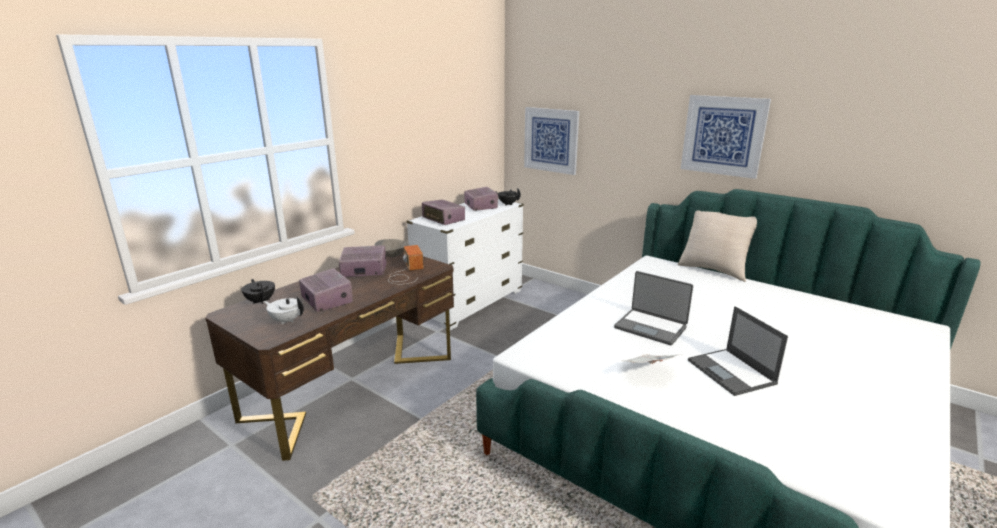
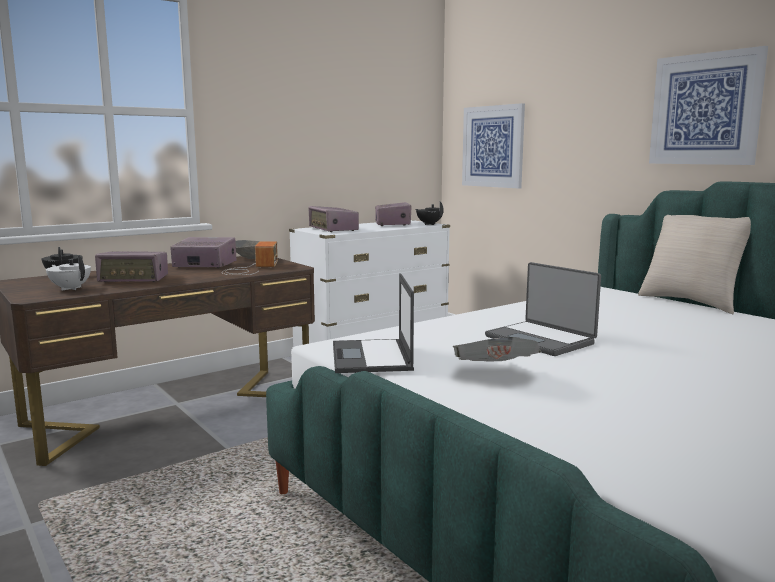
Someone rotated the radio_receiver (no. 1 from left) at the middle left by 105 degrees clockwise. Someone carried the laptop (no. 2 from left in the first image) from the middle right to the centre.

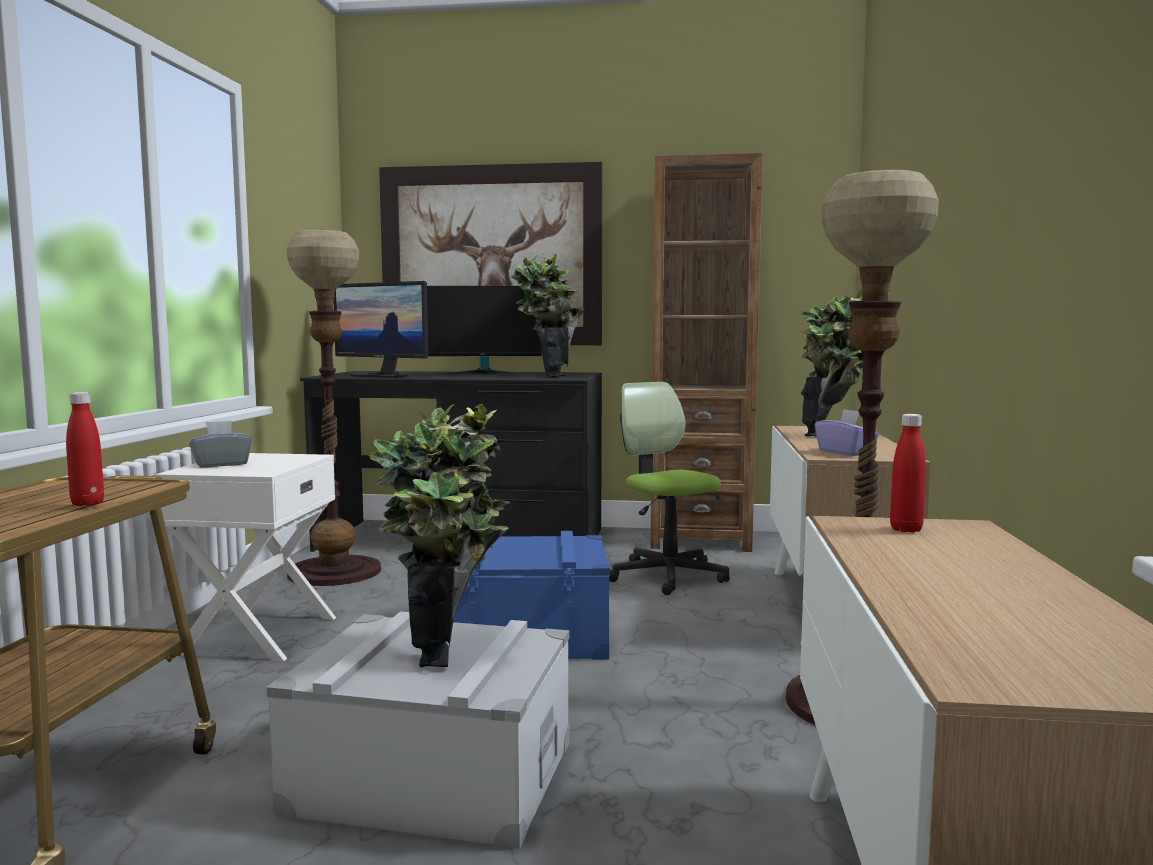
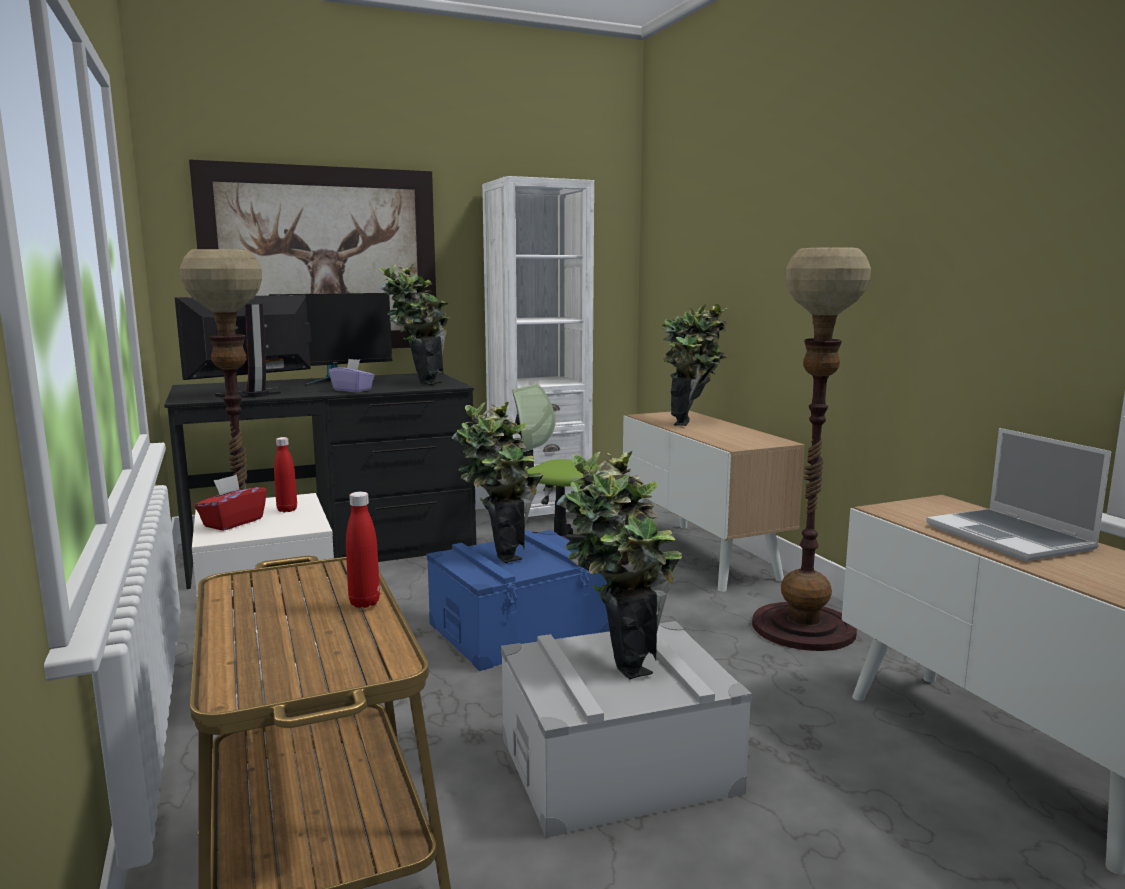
Someone repainted the brownish_bookcase at the centre, which became the white-coloured_bookcase at the centre. Someone rotated the monitor (no. 1 from left) at the middle left by 135 degrees clockwise. Someone carried the purplish_tissue_holder from the middle right to the middle left. Someone carried the reddish_beverage_bottle (no. 2 from left in the first image) from the middle right to the middle left. Someone repainted the grey_tissue_holder at the middle left, which became the reddish_tissue_holder at the middle left. Someone put down the potted_plant (no. 2 from left) at the centre. Someone put down the laptop at the middle right.

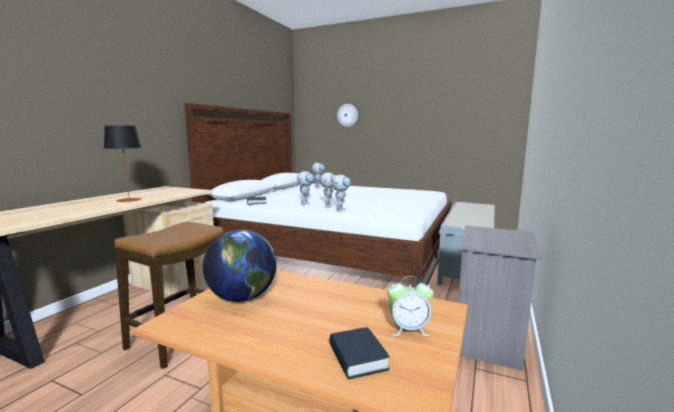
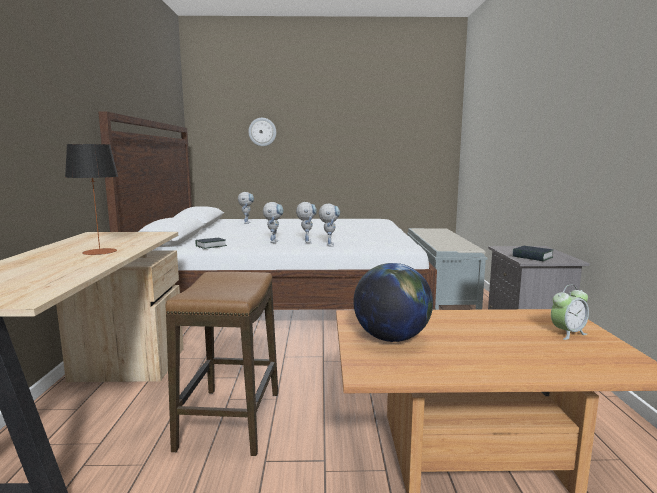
Someone carried the bound_book (no. 2 from left) from the bottom centre to the middle right.

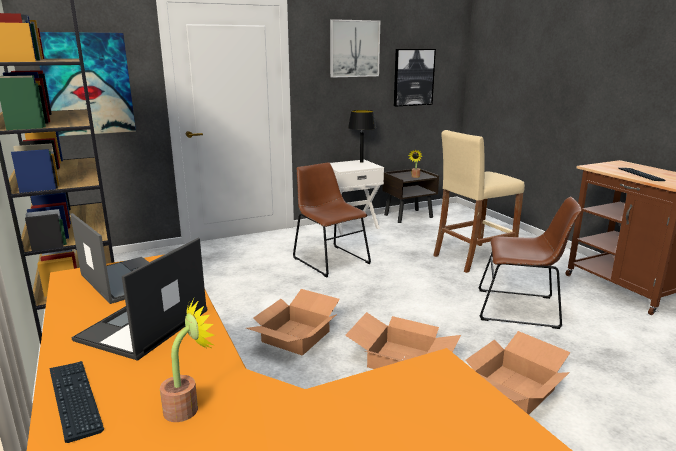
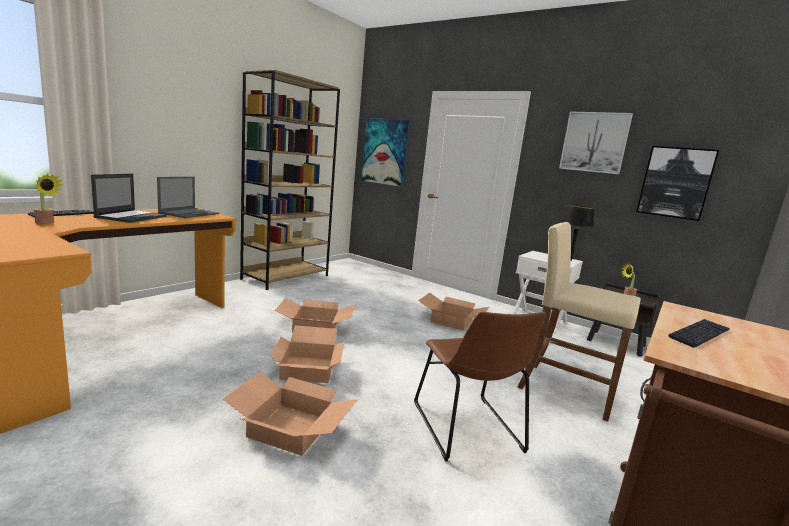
Someone swapped the brownish_upright_chair (no. 1 from left) at the centre for the carton (no. 4 from left) at the centre. Someone rotated the laptop (no. 2 from left in the first image) at the middle left by 105 degrees clockwise.

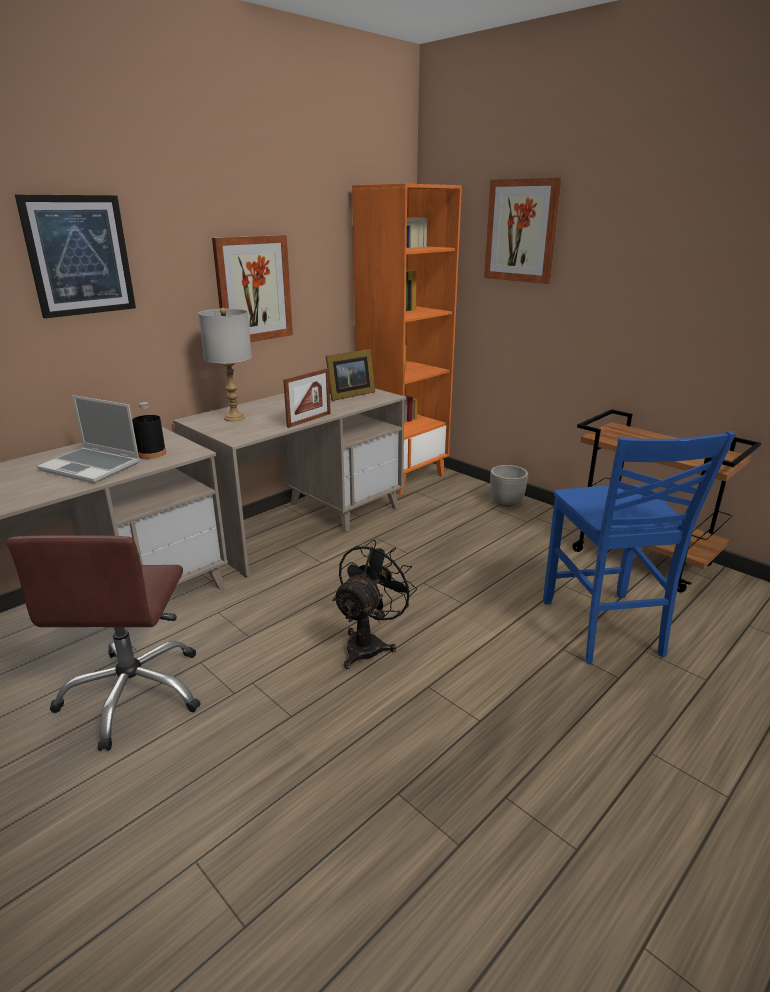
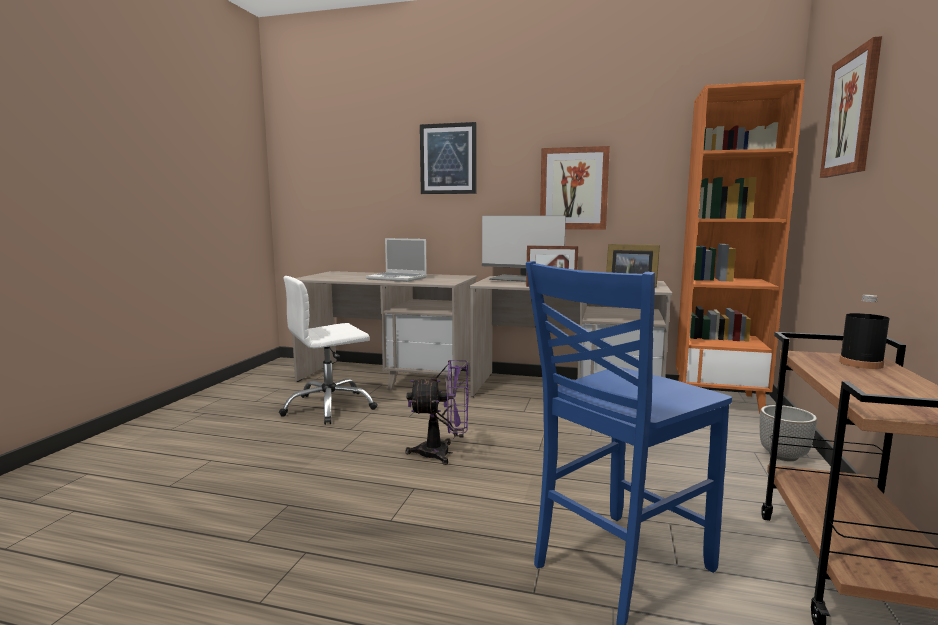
Someone swapped the grey_table_lamp at the middle left for the monitor at the centre. Someone rotated the laptop at the middle left by 60 degrees counterclockwise. Someone carried the black_beverage_bottle from the middle left to the middle right. Someone repainted the brownish_office_chair at the middle left, which became the white-coloured_office_chair at the centre. Someone repainted the black_cooling_fan at the centre, which became the purplish_cooling_fan at the centre.

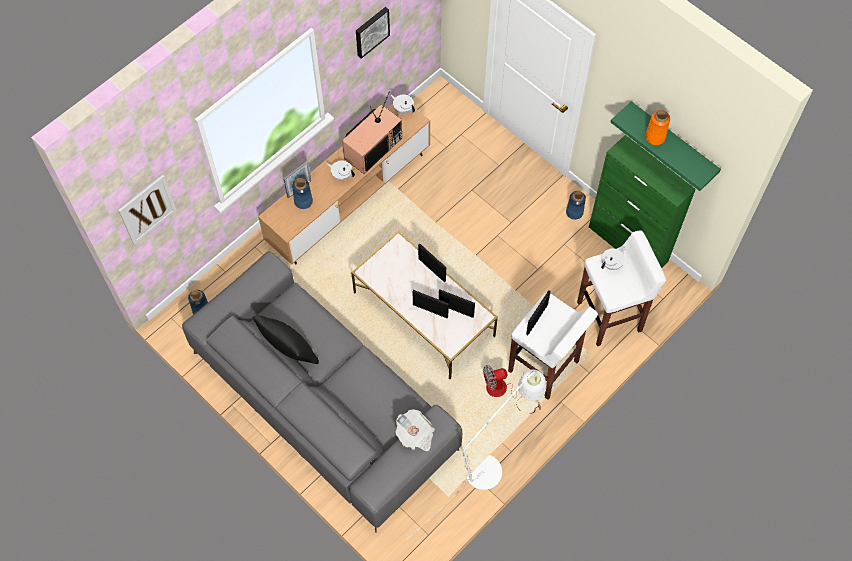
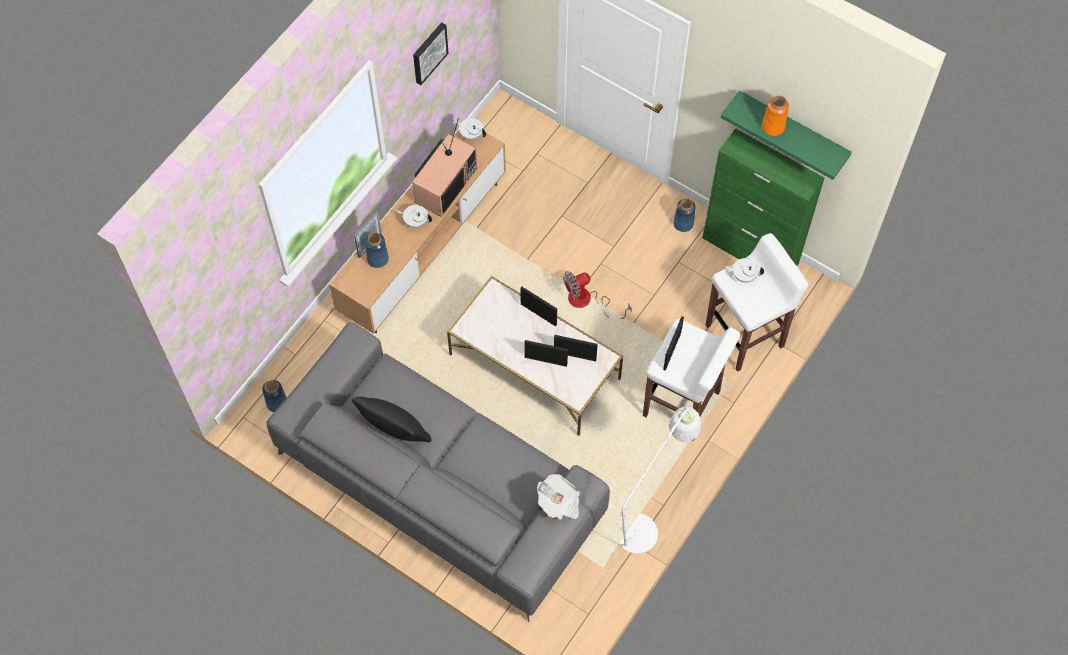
Someone took away the wall_picture (no. 1 from left) at the middle left. Someone rotated the white-coloured_teapot (no. 3 from left) at the middle right by 120 degrees counterclockwise. Someone carried the cooling_fan from the bottom centre to the centre.

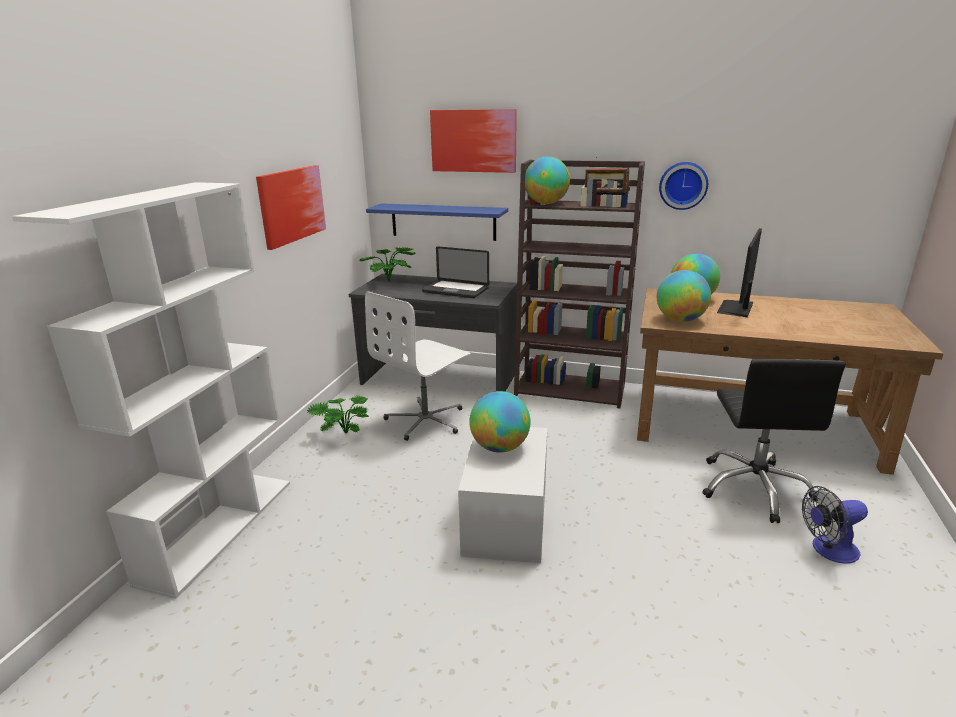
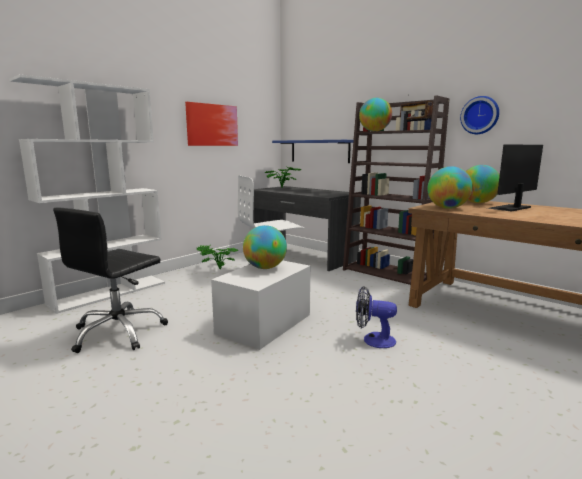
Someone took away the wall_picture (no. 2 from left) at the top centre. Someone took away the laptop at the centre. Someone carried the black_office_chair from the middle right to the middle left. Someone carried the cooling_fan from the bottom right to the centre.

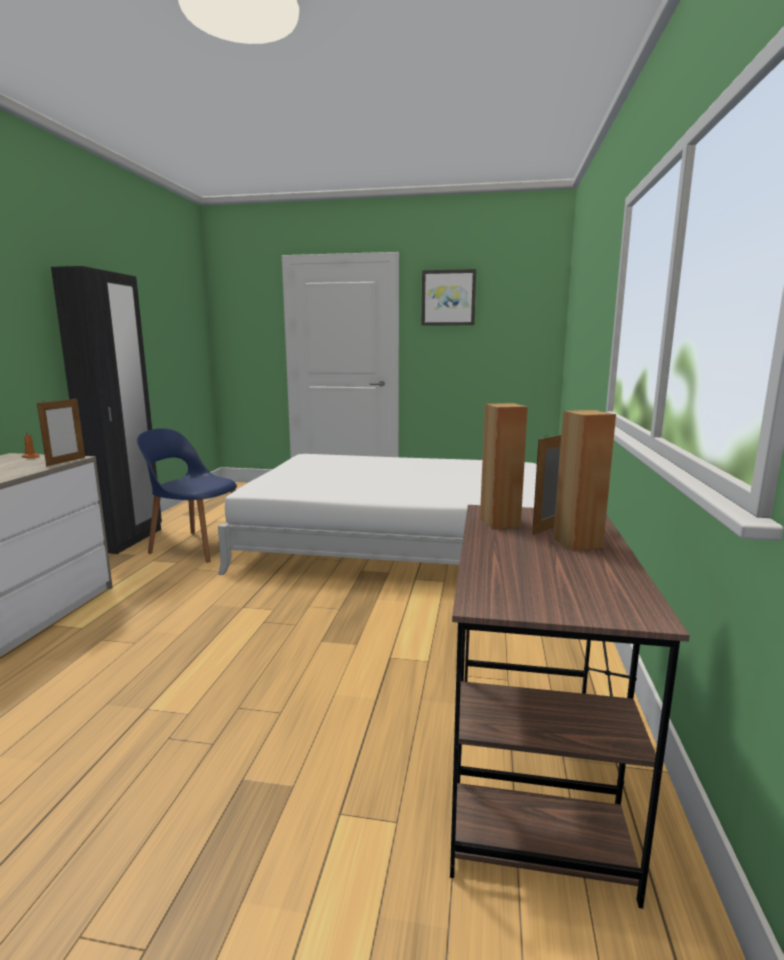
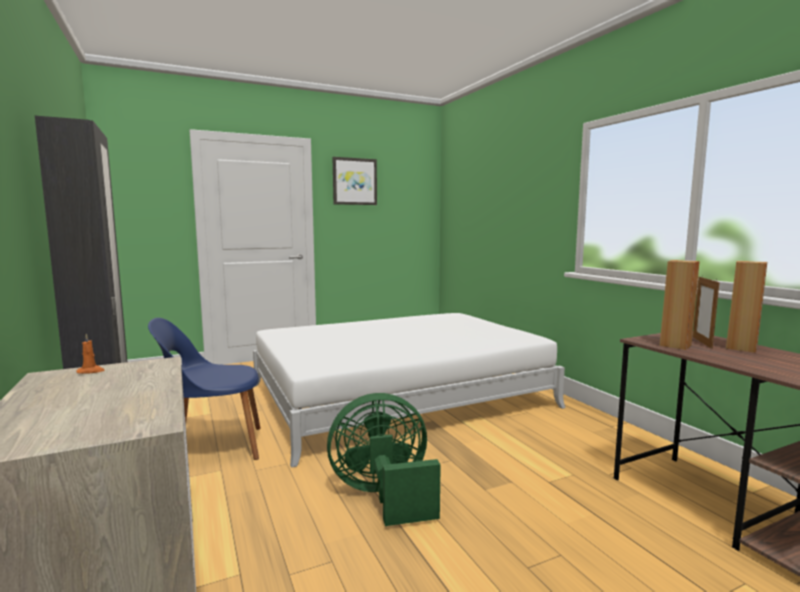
Someone took away the standing_frame (no. 1 from left) at the middle left. Someone put down the green-coloured_cooling_fan at the bottom centre.

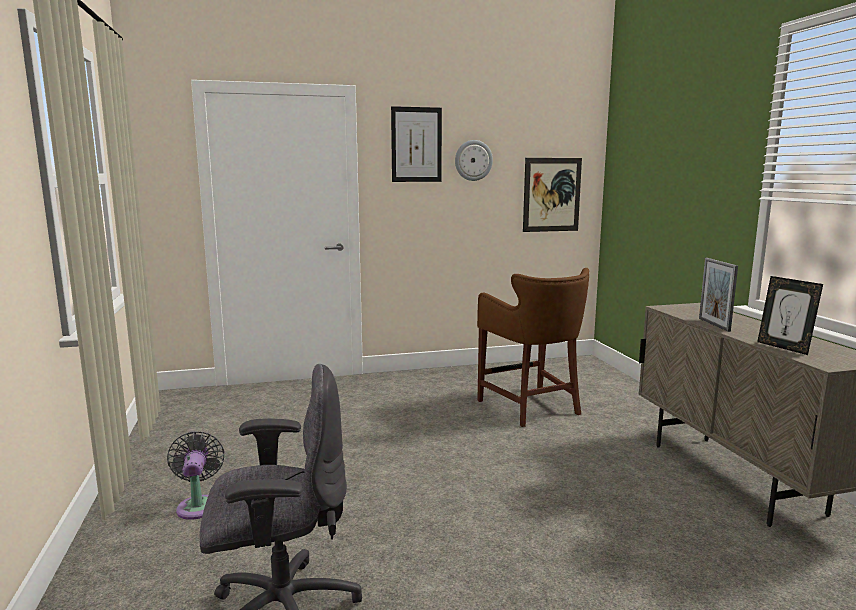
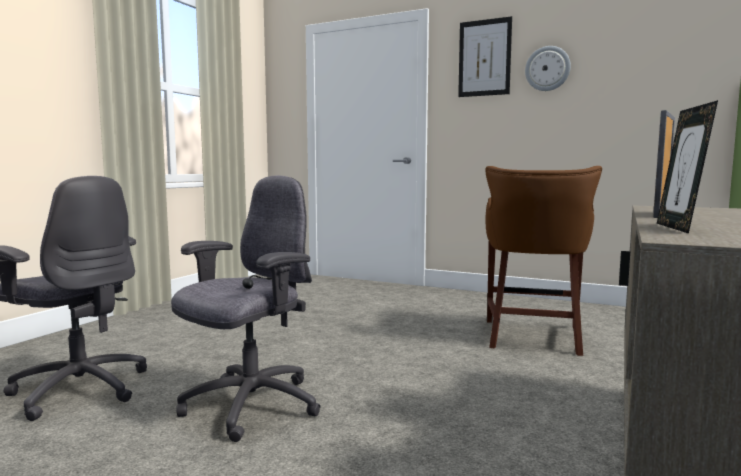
Someone took away the wall_picture (no. 2 from left) at the top centre. Someone took away the grey_cooling_fan at the bottom left. Someone put down the grey_office_chair (no. 2 from left) at the middle left.

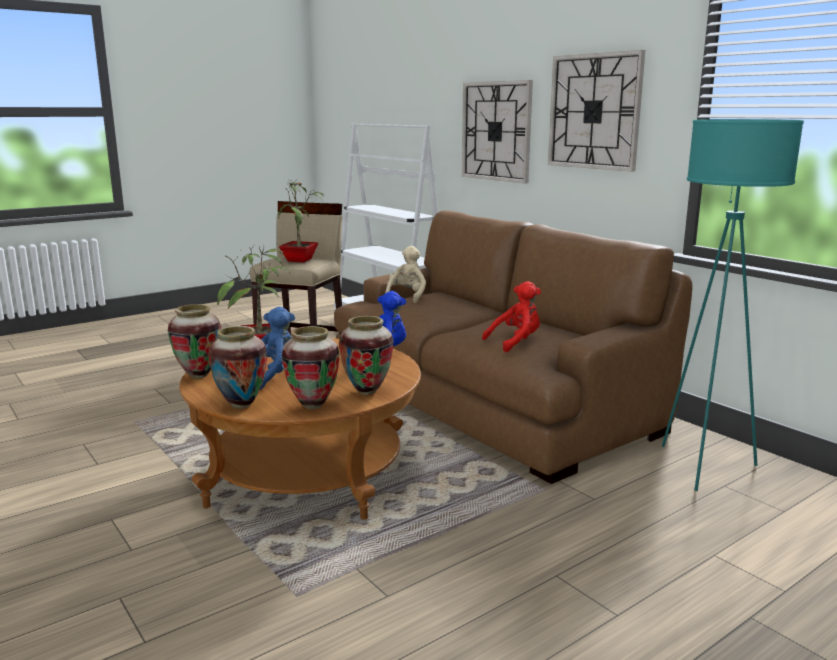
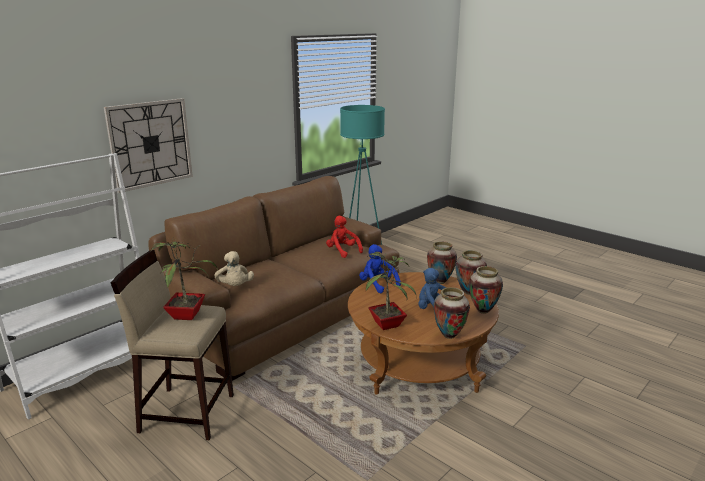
Someone took away the hanging_clock (no. 2 from left) at the top right. Someone rotated the beige_cuddly_toy at the centre by 120 degrees counterclockwise.

